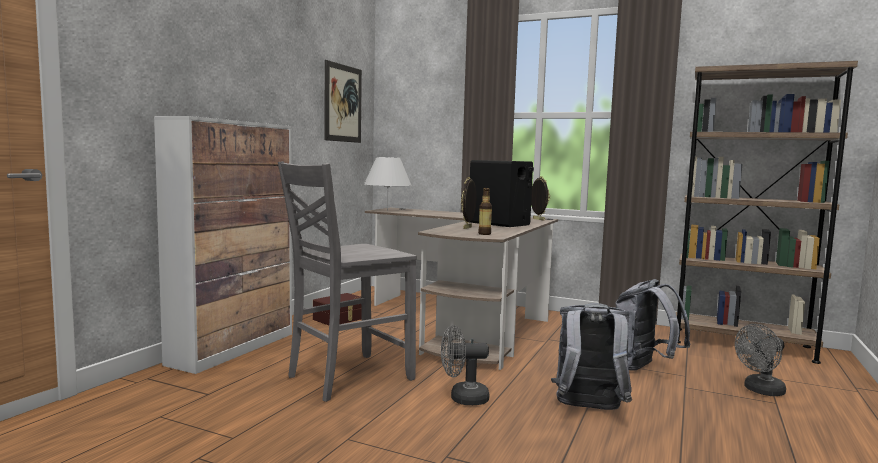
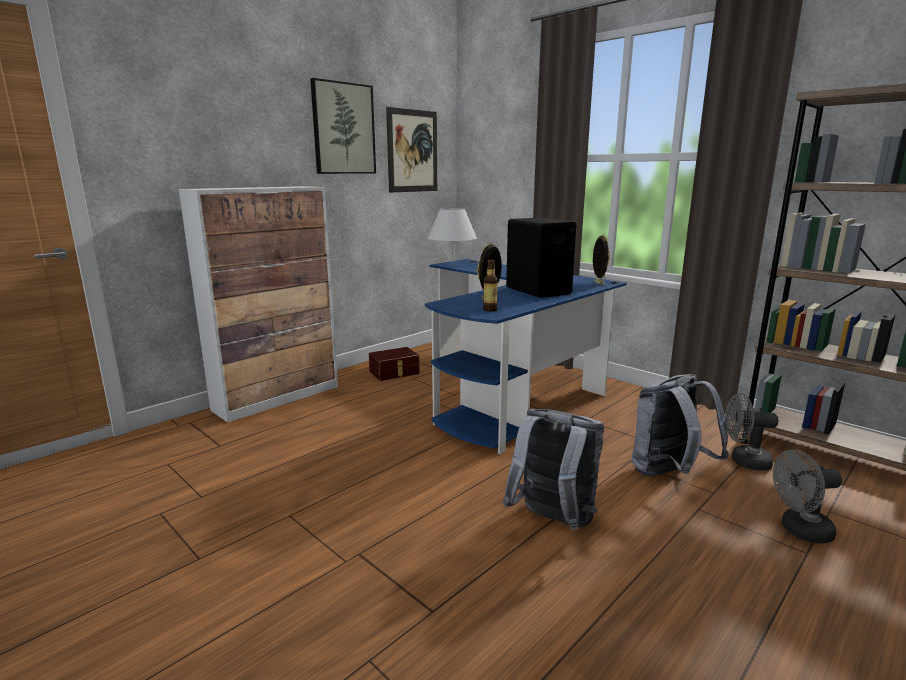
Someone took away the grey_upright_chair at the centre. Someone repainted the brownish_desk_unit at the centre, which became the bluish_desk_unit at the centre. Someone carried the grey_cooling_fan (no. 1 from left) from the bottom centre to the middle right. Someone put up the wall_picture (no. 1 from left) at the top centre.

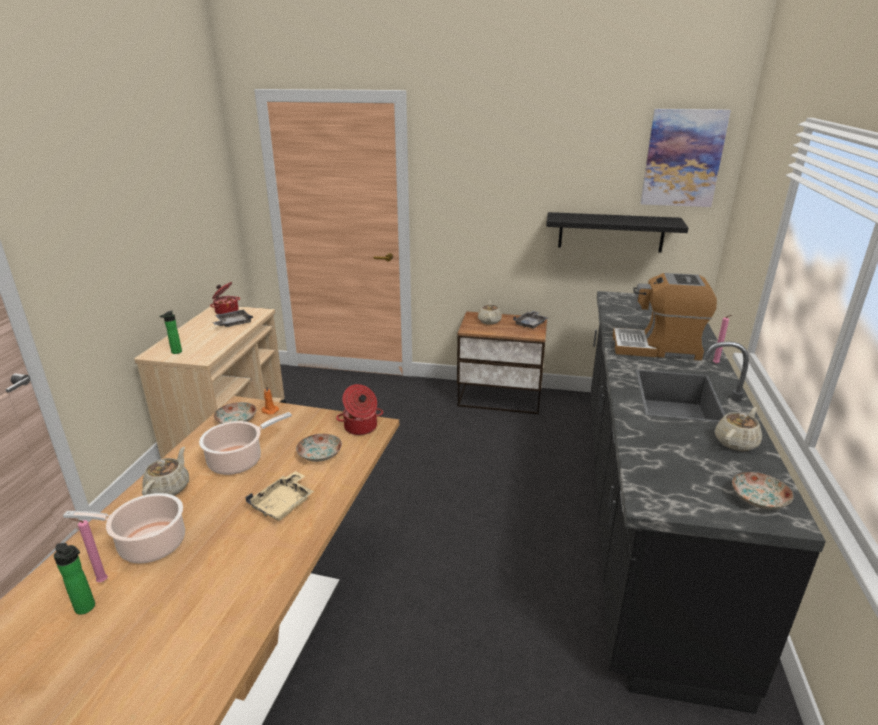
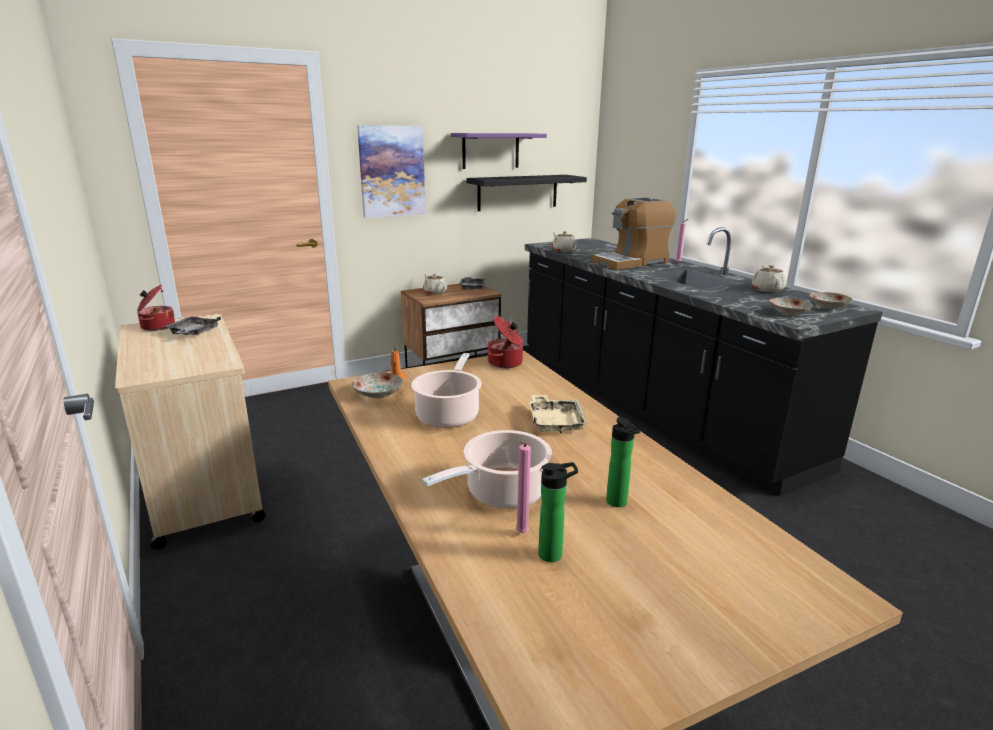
Someone carried the wall_picture from the top right to the top centre. Someone carried the beverage_bottle (no. 2 from left) from the middle left to the centre. Someone carried the plate (no. 2 from left) from the centre to the middle right. Someone carried the beige_teapot (no. 1 from left in the first image) from the middle left to the top centre. Someone put up the purplish_bracket_shelf at the top centre.

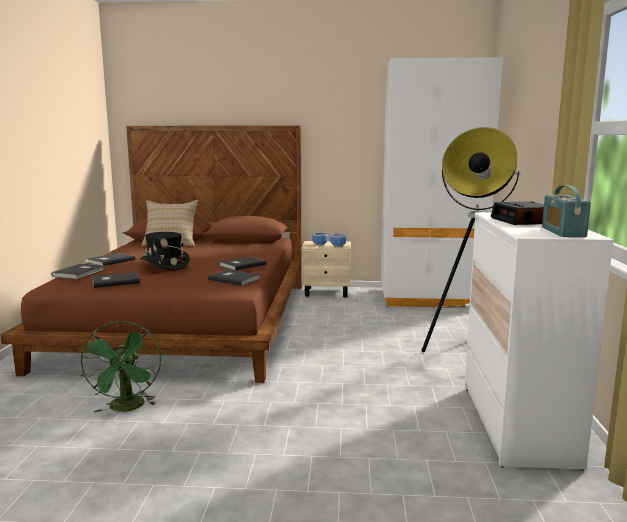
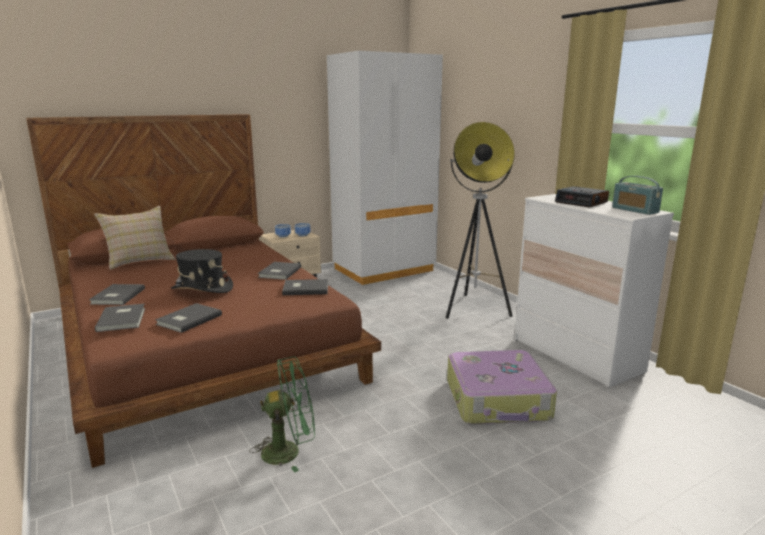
Someone rotated the green-coloured_cooling_fan at the bottom left by 60 degrees counterclockwise. Someone put down the piece_of_luggage at the bottom centre.

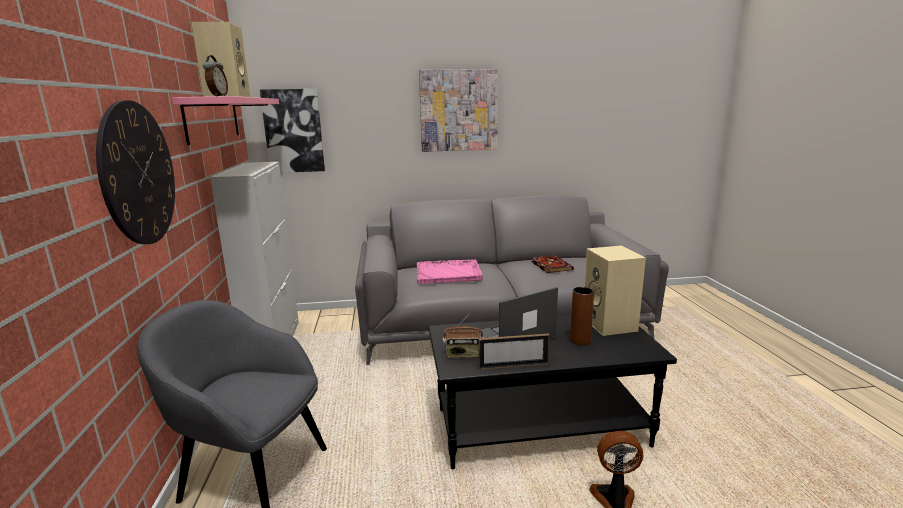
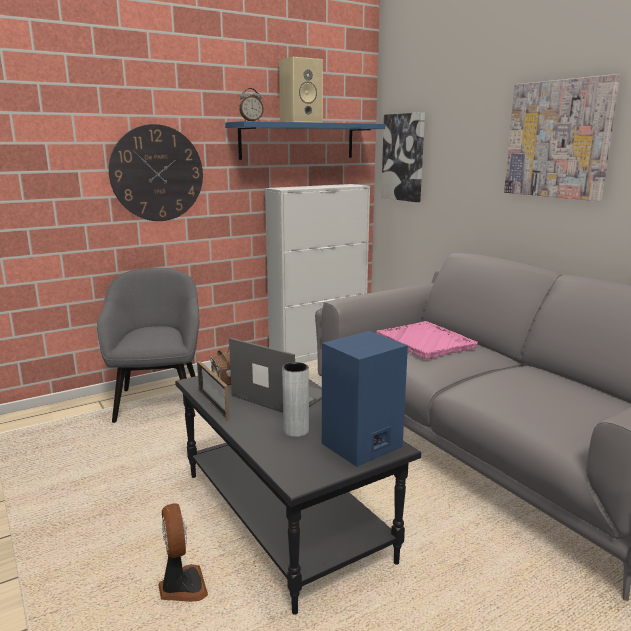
Someone repainted the pink-coloured_bracket_shelf at the top left, which became the bluish_bracket_shelf at the top centre. Someone repainted the beige_speaker (no. 2 from left) at the middle right, which became the bluish_speaker at the centre. Someone took away the bound_book at the centre. Someone repainted the brownish_flower_vase at the centre, which became the grey_flower_vase at the centre.

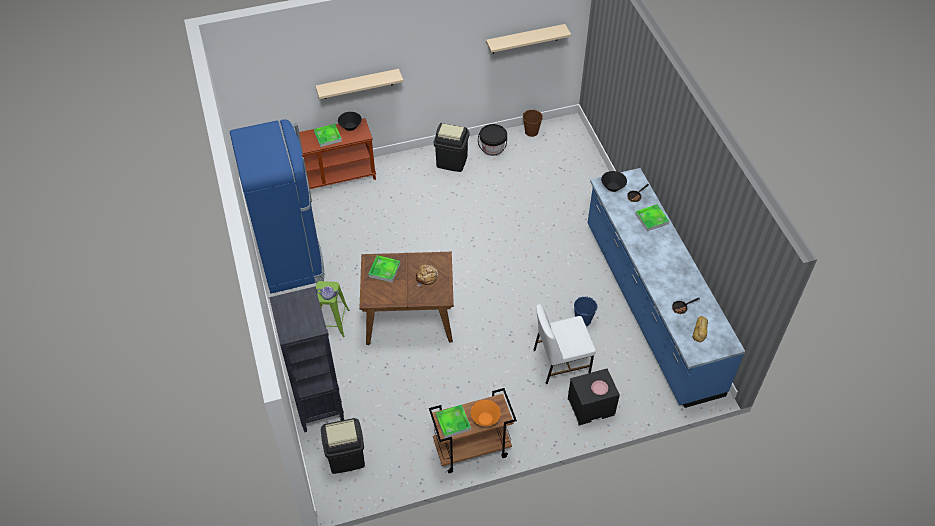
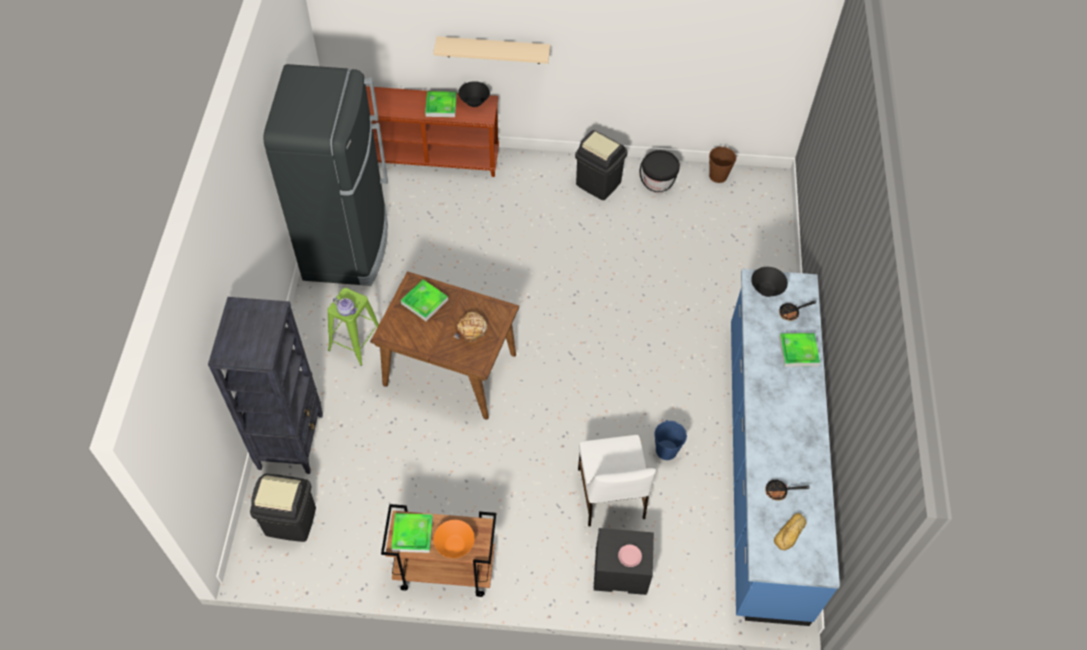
Someone took away the beige_bracket_shelf (no. 2 from left) at the top centre. Someone repainted the bluish_fridge at the middle left, which became the black_fridge at the top left. Someone rotated the white-coloured_upright_chair at the centre by 105 degrees counterclockwise.

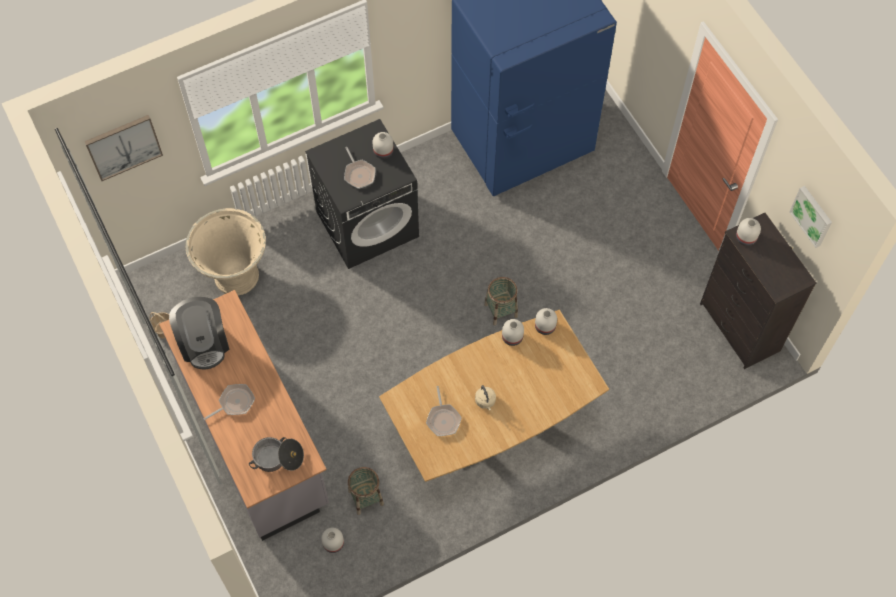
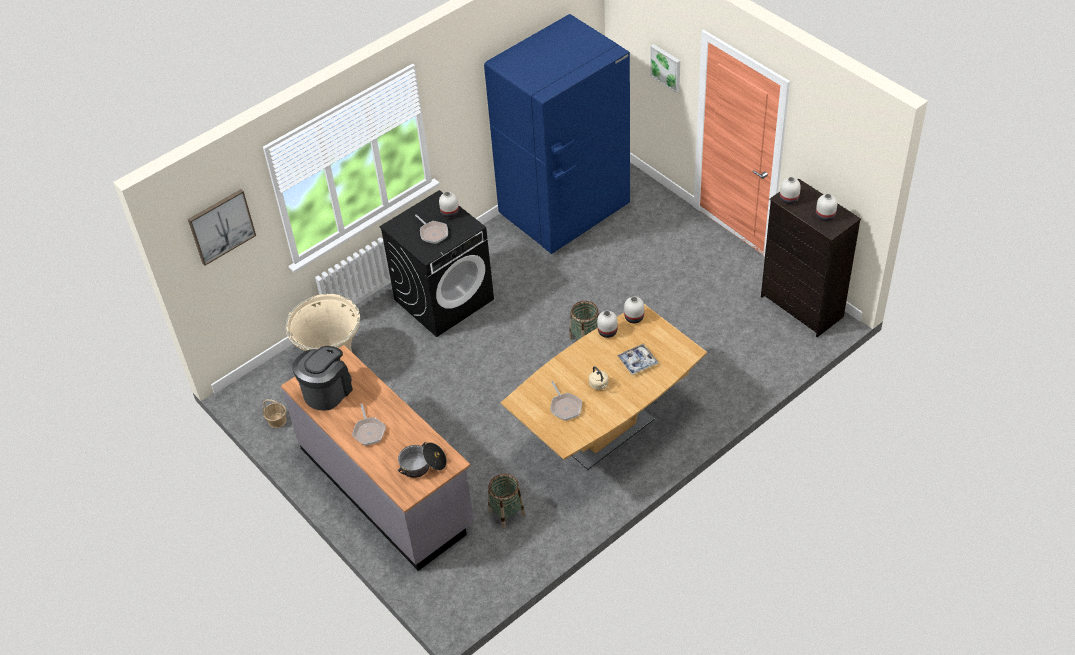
Someone carried the wall_picture (no. 2 from left) from the middle right to the top centre. Someone rotated the coffee_maker at the middle left by 120 degrees counterclockwise. Someone rotated the pan (no. 1 from left) at the bottom left by 120 degrees clockwise. Someone carried the white-coloured_flower_vase (no. 1 from left in the first image) from the bottom centre to the top right. Someone put down the carrying_tray at the centre.

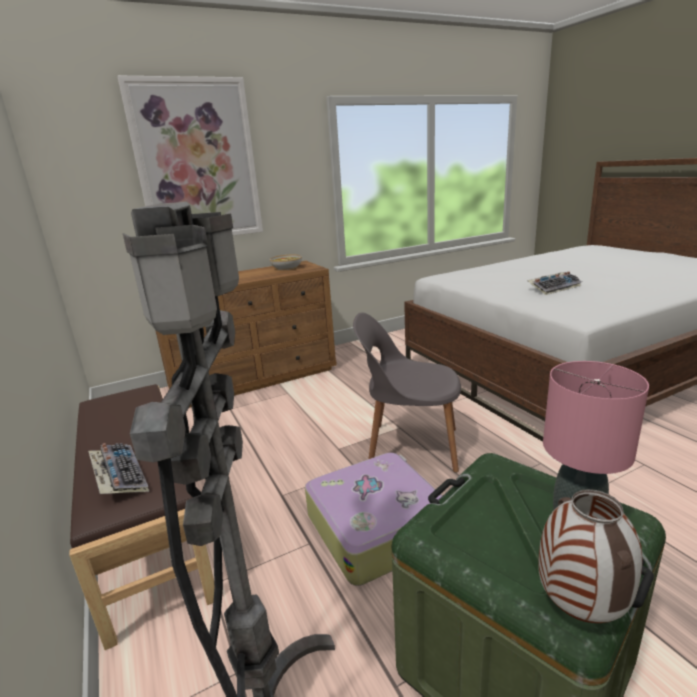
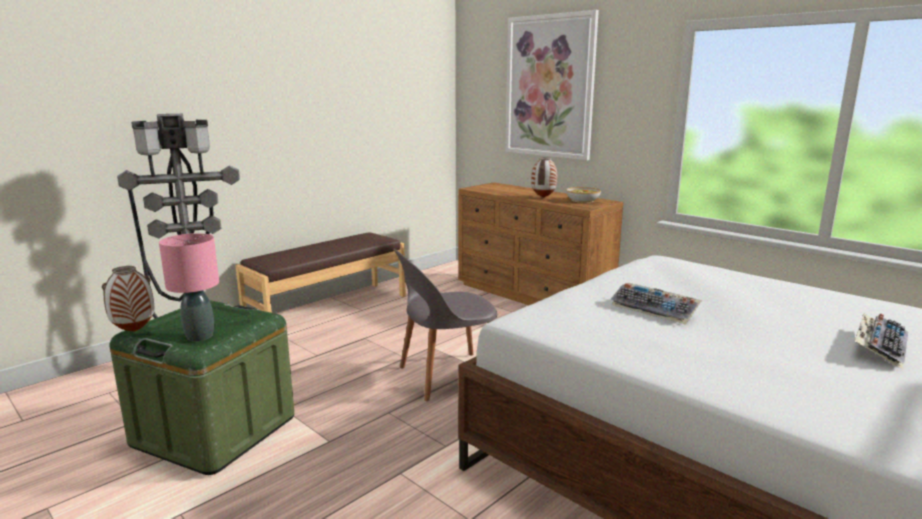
Someone rotated the grey_upright_chair at the centre by 105 degrees counterclockwise. Someone carried the keyboard (no. 1 from left in the first image) from the bottom left to the middle right. Someone took away the piece_of_luggage at the bottom centre. Someone put down the flower_vase (no. 2 from left) at the centre.

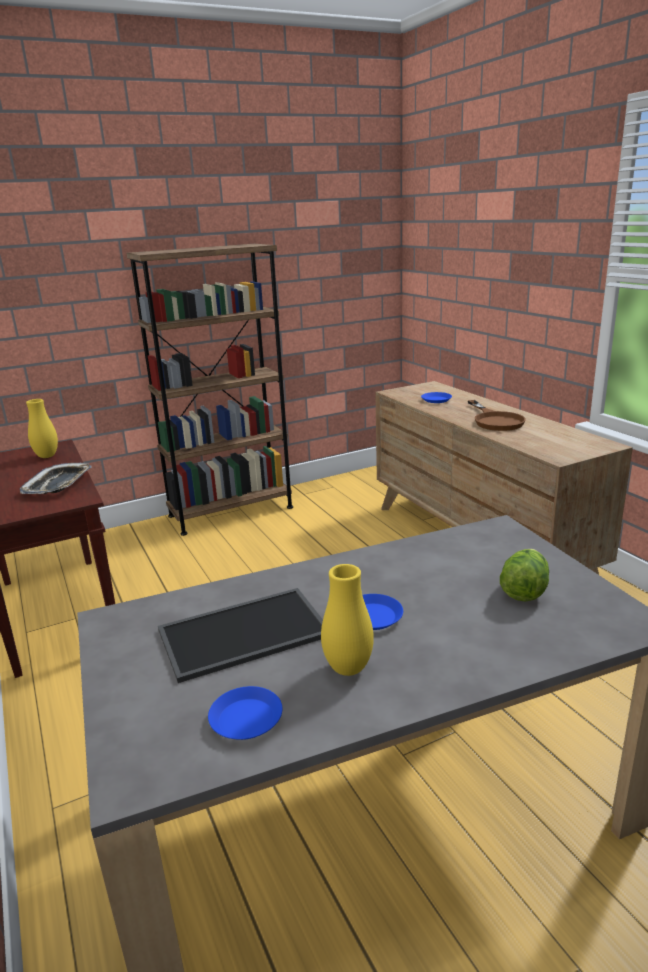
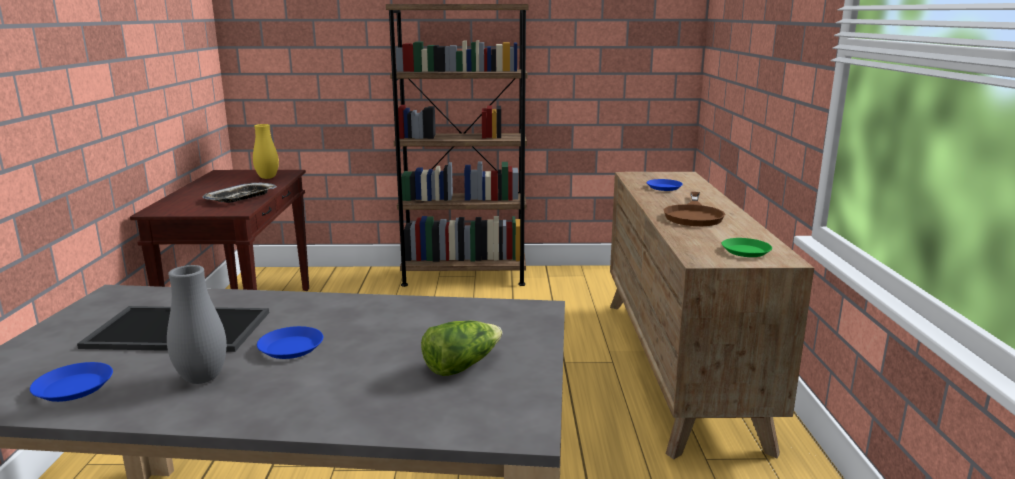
Someone repainted the yellowish_flower_vase (no. 2 from left) at the centre, which became the grey_flower_vase at the bottom left. Someone put down the green-coloured_plate at the middle right.

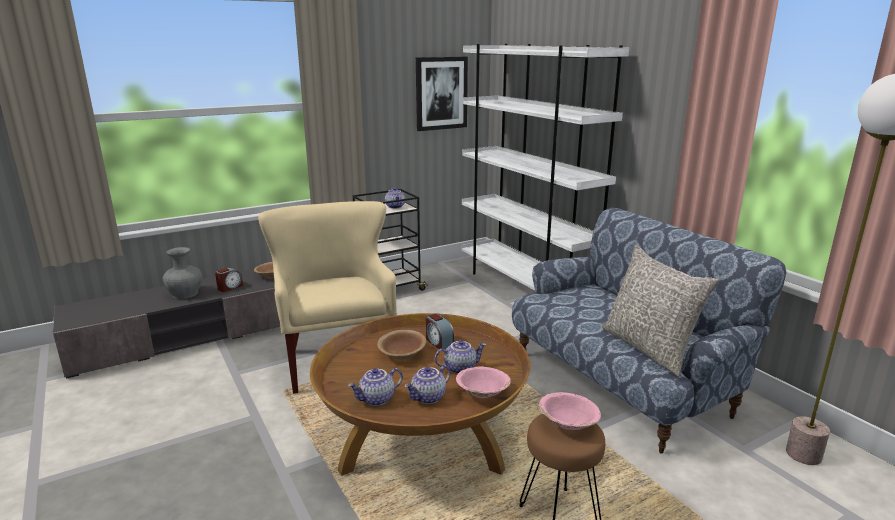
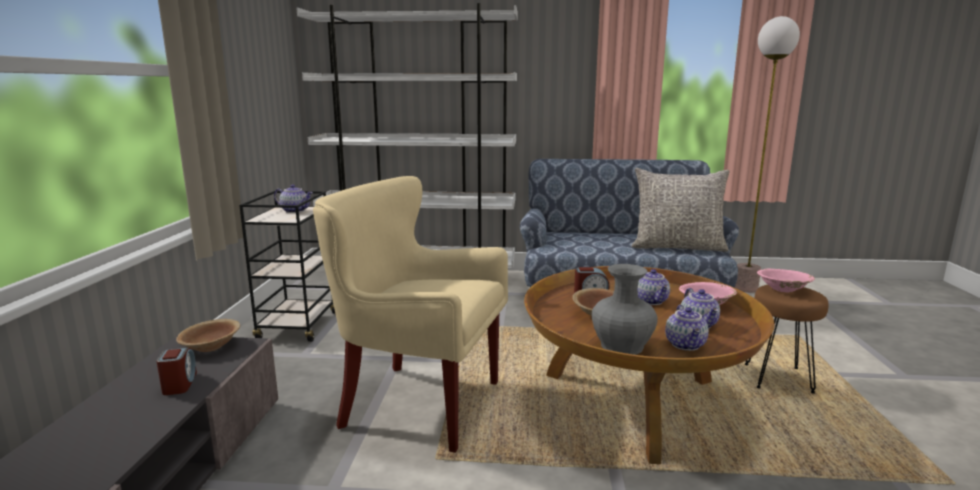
Someone took away the wall_picture at the top centre. Someone carried the grey_flower_vase from the middle left to the centre. Someone rotated the teapot (no. 4 from left in the first image) at the bottom centre by 150 degrees clockwise.

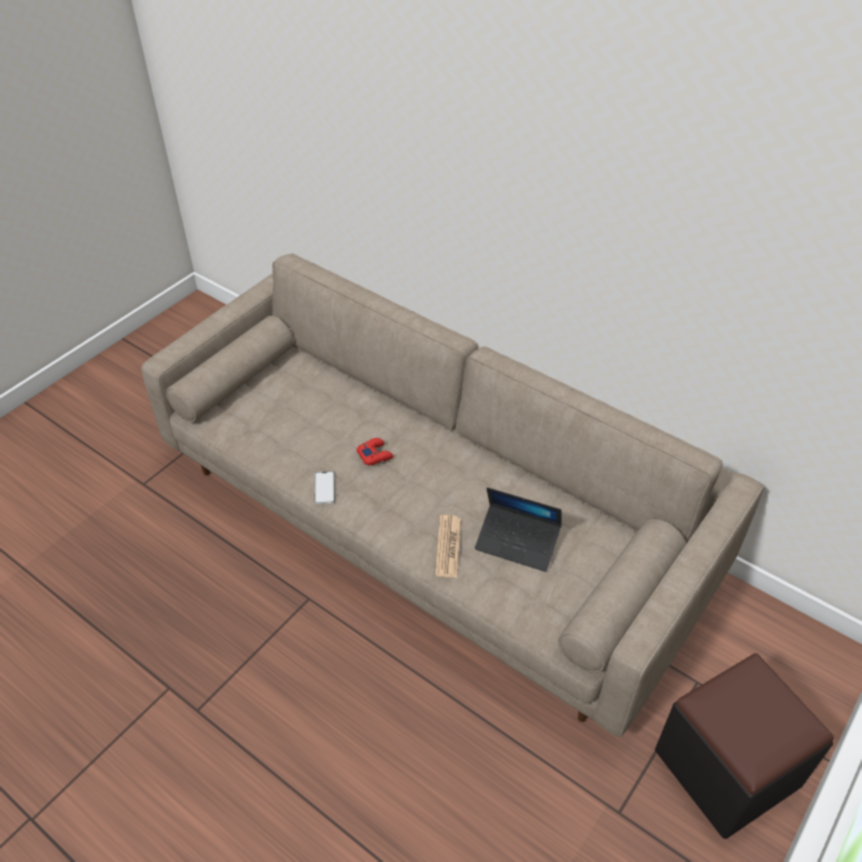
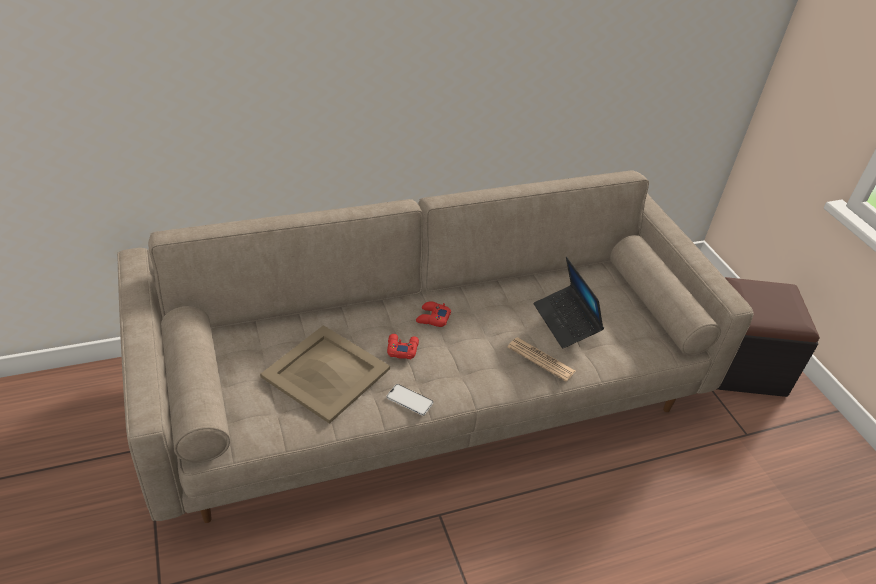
Someone rotated the laptop at the centre by 105 degrees clockwise. Someone put down the reddish_gamepad (no. 2 from left) at the centre. Someone put down the beige_carrying_tray at the centre.

